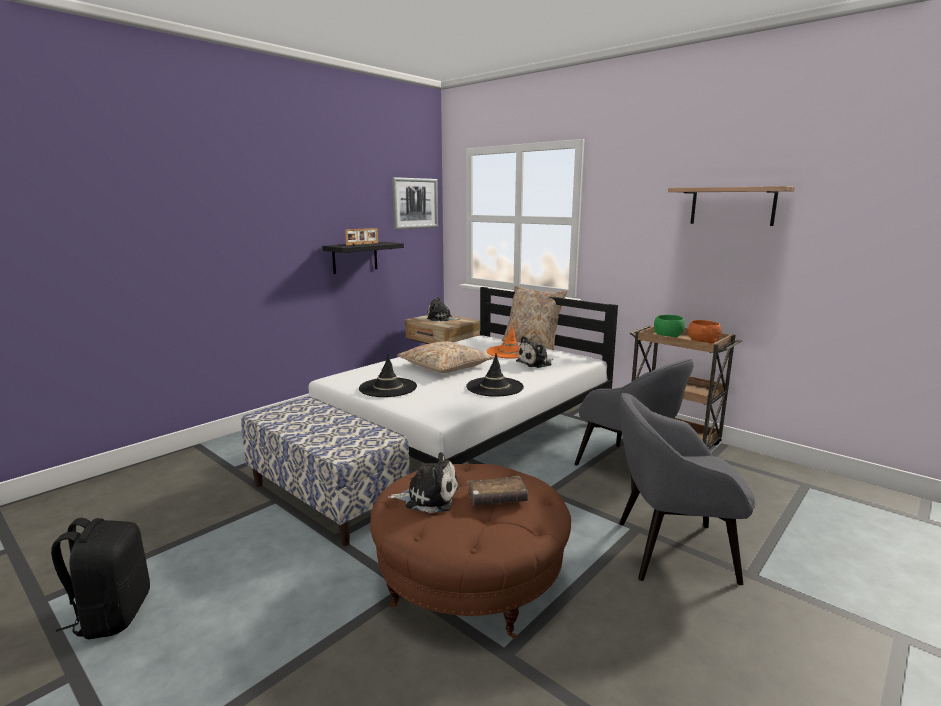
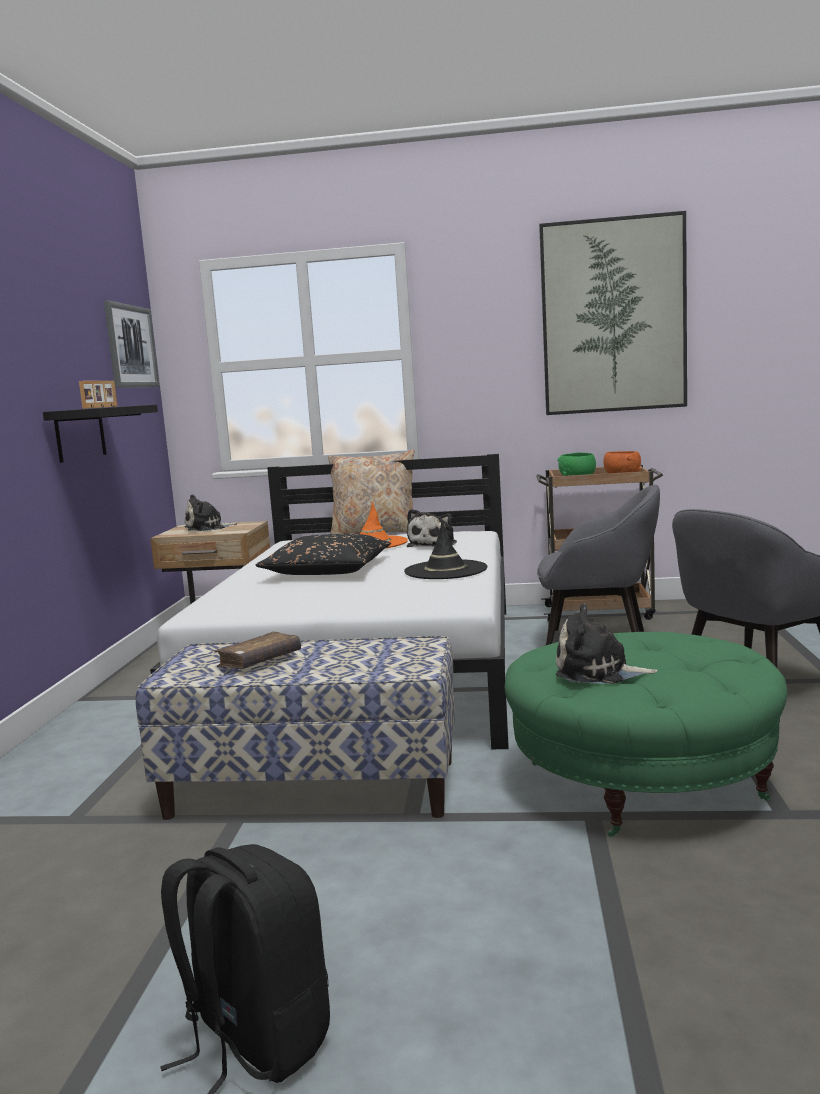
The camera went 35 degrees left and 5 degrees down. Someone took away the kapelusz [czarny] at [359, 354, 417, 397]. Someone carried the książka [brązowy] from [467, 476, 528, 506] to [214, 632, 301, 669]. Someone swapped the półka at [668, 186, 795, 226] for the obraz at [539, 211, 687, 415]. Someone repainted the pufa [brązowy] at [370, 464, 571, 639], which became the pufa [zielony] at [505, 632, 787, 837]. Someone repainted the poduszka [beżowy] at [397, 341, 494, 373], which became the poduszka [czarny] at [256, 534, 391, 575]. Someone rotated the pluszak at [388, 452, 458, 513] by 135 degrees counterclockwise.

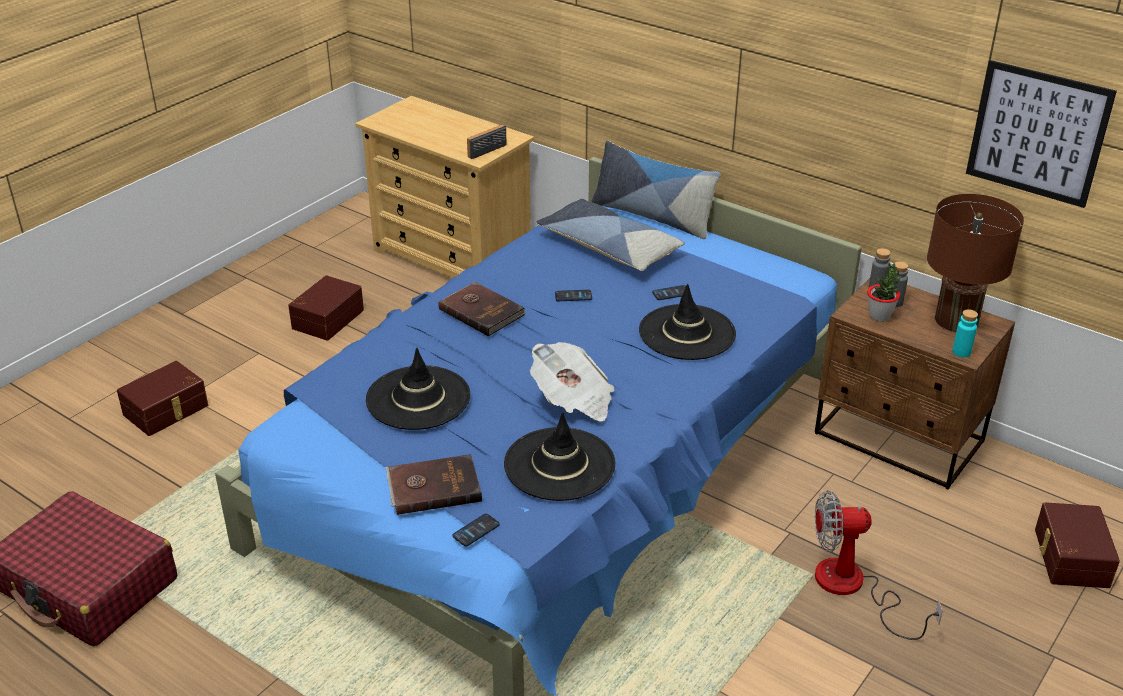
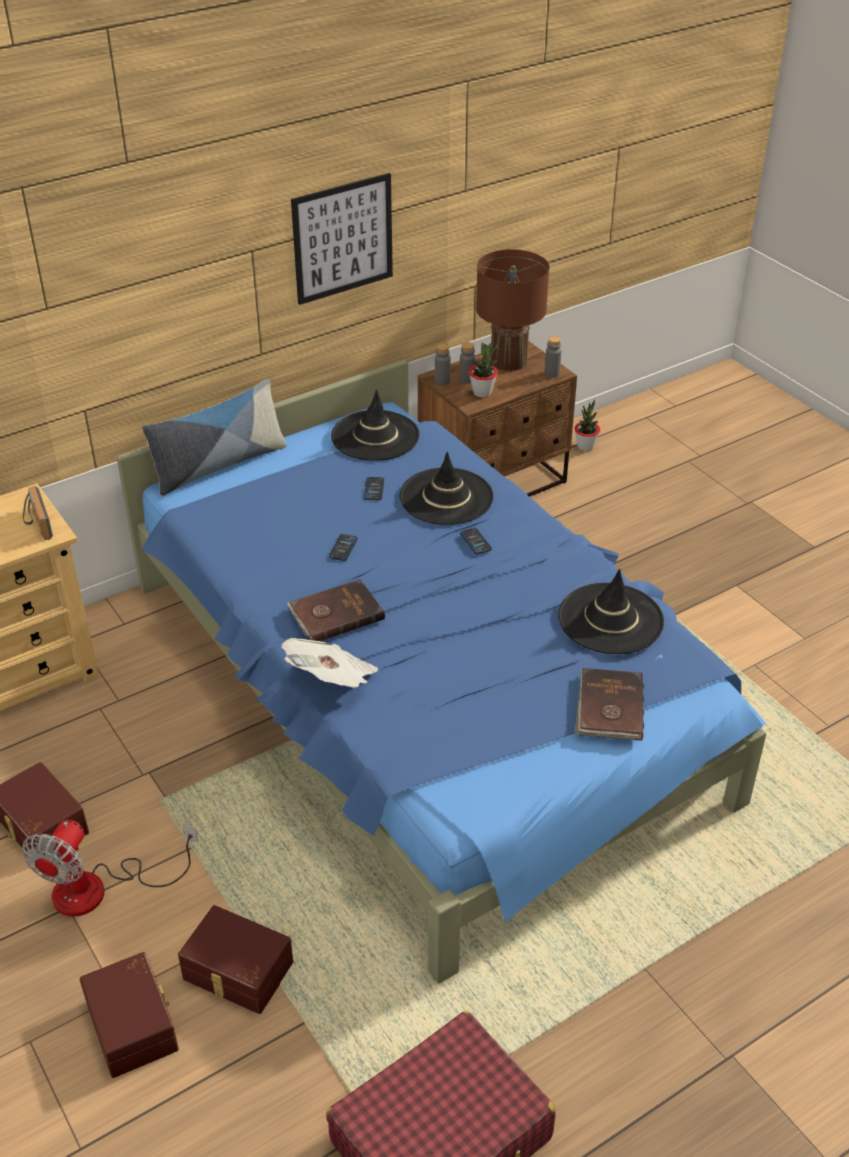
The camera went 70 degrees left and 5 degrees up. Someone took away the poduszka at [536, 199, 685, 271]. Someone put down the roślina doniczkowa at [574, 399, 600, 451]. Someone carried the kapelusz [czarny] from [366, 348, 470, 430] to [331, 389, 419, 461]. Someone carried the telefon from [452, 514, 500, 546] to [460, 528, 492, 554]. Someone carried the gazeta from [530, 342, 615, 421] to [281, 638, 378, 688]. Someone carried the wentylator from [815, 490, 943, 640] to [22, 820, 198, 917]. Someone carried the obraz from [966, 60, 1117, 208] to [291, 173, 393, 305]. Someone carried the pojemnik do przechowywania [brązowy] from [1035, 502, 1120, 588] to [178, 905, 293, 1014]. Someone repainted the butelka [turkusowy] at [952, 309, 978, 357], which became the butelka [szary] at [545, 336, 562, 378].

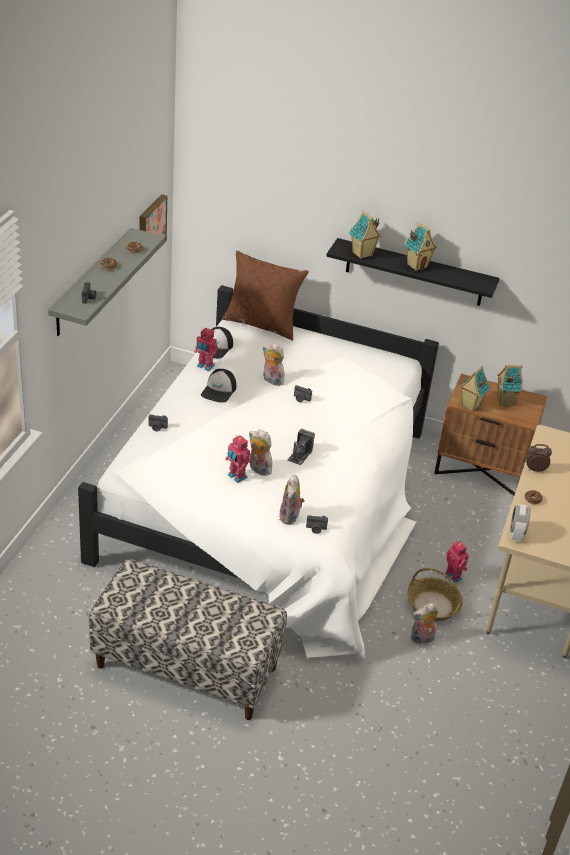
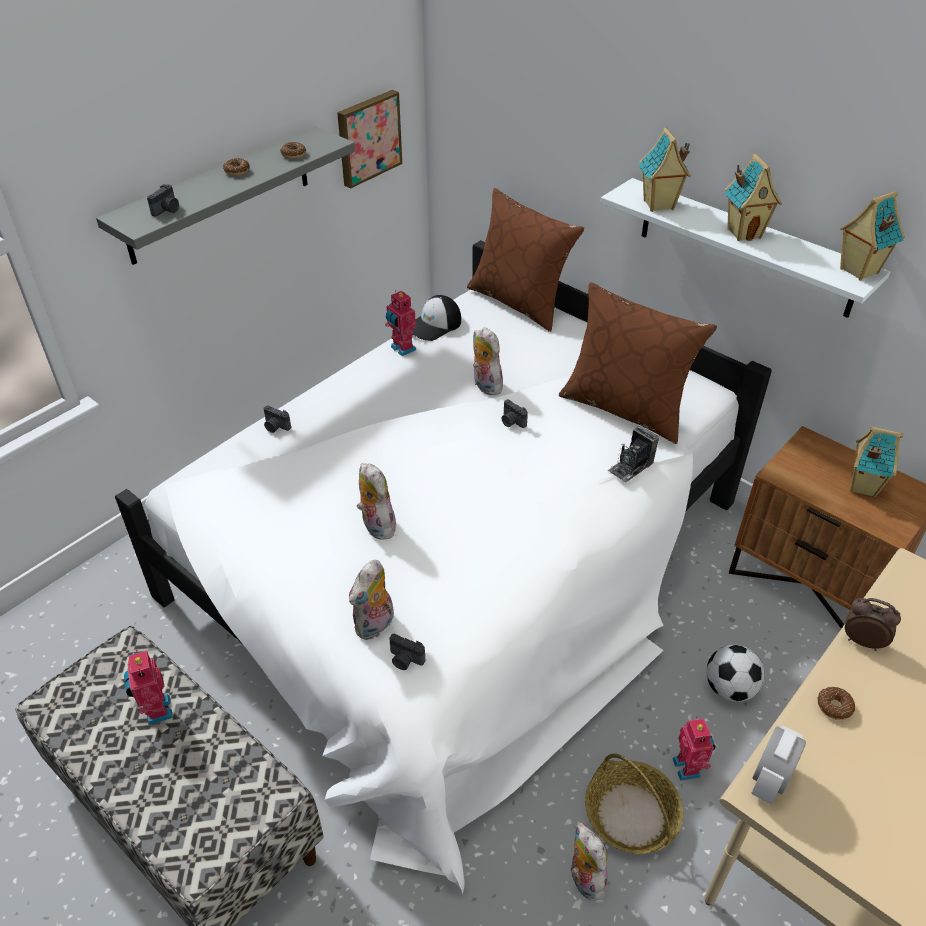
The camera went 25 degrees right and 5 degrees up. Someone took away the czapka z daszkiem at [201, 369, 236, 403]. Someone put down the poduszka [brązowy] at [559, 282, 717, 444]. Someone put down the piłka futbolowa at [706, 645, 765, 702]. Someone carried the robot zabawkowy from [225, 435, 251, 483] to [124, 650, 173, 725]. Someone carried the aparat fotograficzny from [287, 429, 315, 465] to [608, 426, 659, 482]. Someone carried the domek from [459, 366, 491, 411] to [840, 191, 905, 281]. Someone repainted the półka [czarny] at [326, 238, 500, 306], which became the półka [biały] at [600, 178, 890, 318]. Someone rotated the pluszak at [411, 603, 439, 644] by 60 degrees clockwise.

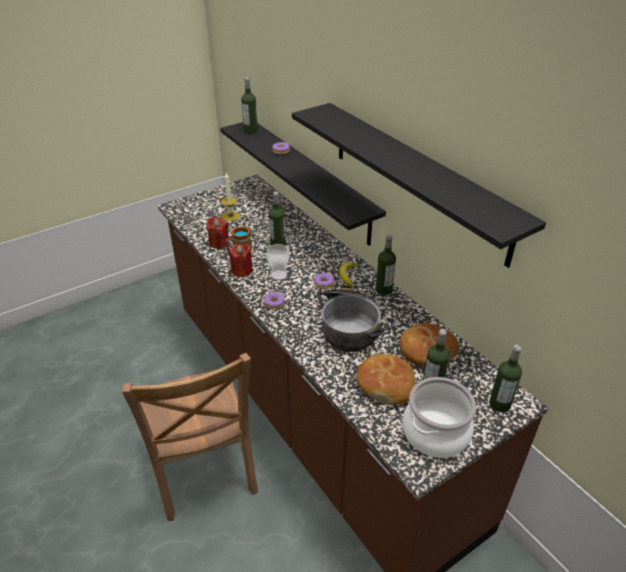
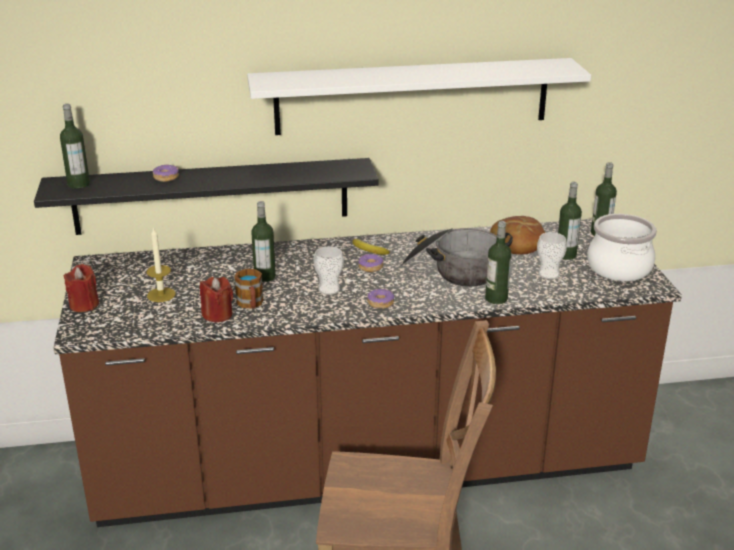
The camera went 65 degrees left and 10 degrees down. Someone carried the świeca [czerwony] from [229, 244, 253, 277] to [64, 264, 99, 312]. Someone carried the butelka from [375, 235, 396, 295] to [485, 221, 511, 304]. Someone swapped the chleb at [356, 354, 416, 405] for the filiżanka at [537, 232, 567, 279]. Someone repainted the półka [czarny] at [292, 103, 546, 268], which became the półka [biały] at [247, 58, 591, 135].

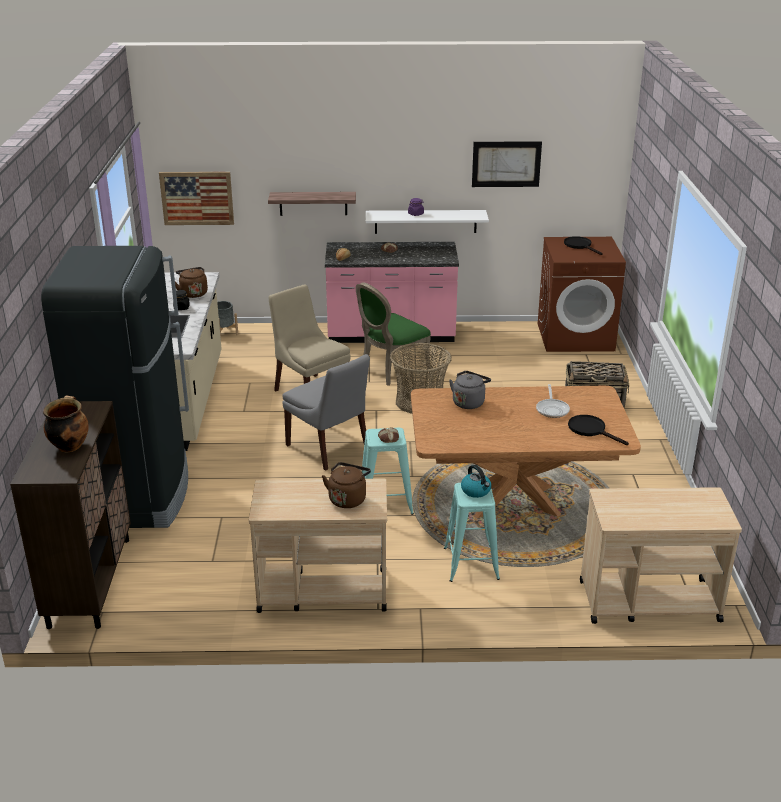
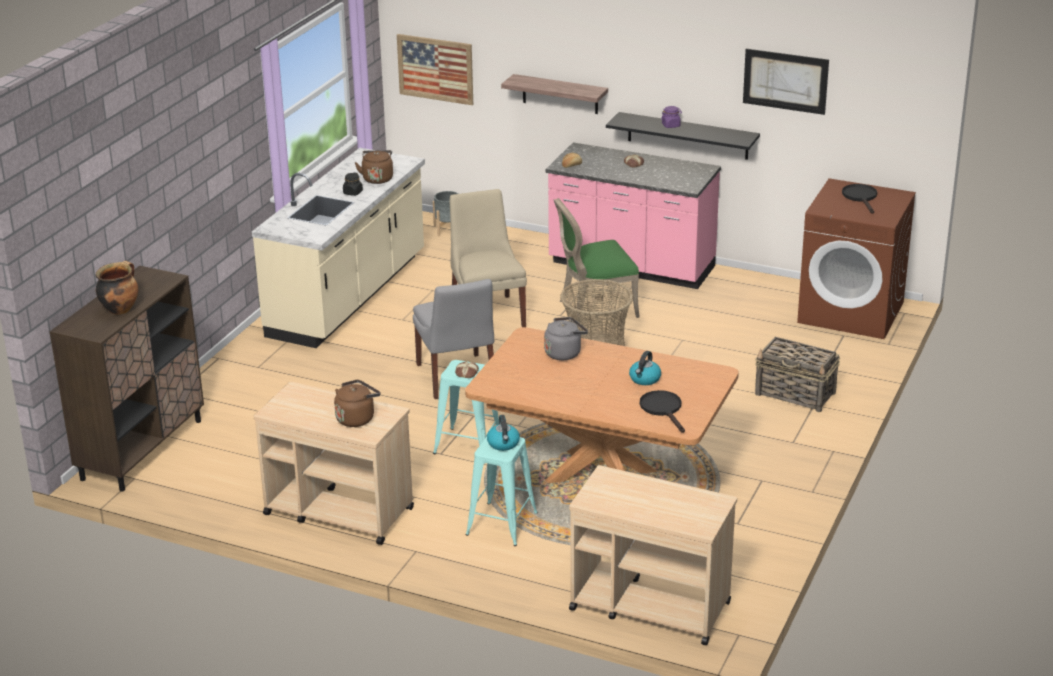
The camera went 25 degrees right and 0 degrees up. Someone took away the lodówka [czarny] at [41, 246, 189, 528]. Someone swapped the patelnia at [536, 384, 570, 418] for the czajnik at [629, 351, 661, 385]. Someone repainted the półka [biały] at [366, 210, 489, 234], which became the półka [czarny] at [606, 112, 760, 160].

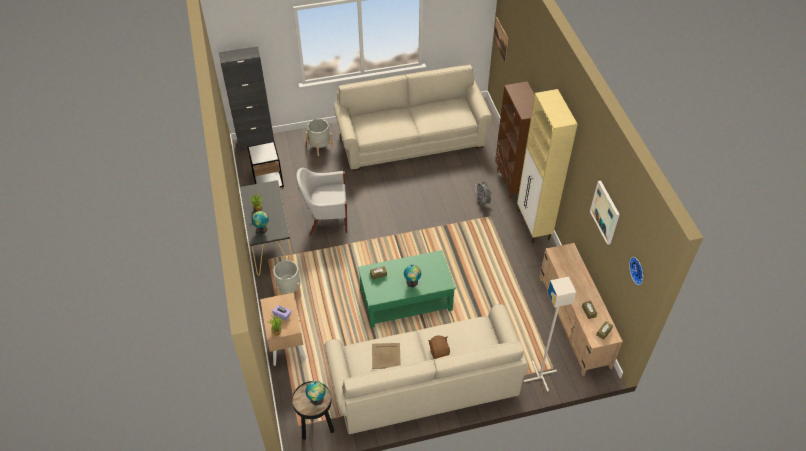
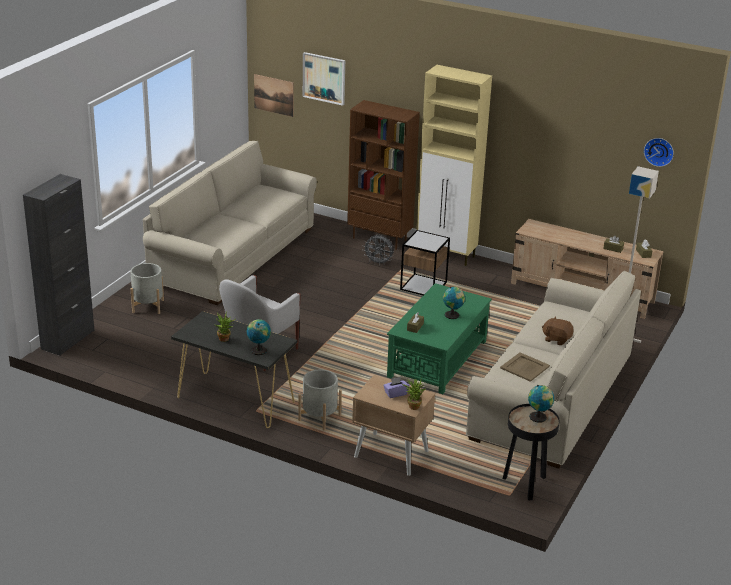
The camera went 50 degrees left and 20 degrees down. Someone carried the stolik from [247, 141, 284, 188] to [400, 230, 450, 295]. Someone carried the obraz from [590, 181, 620, 245] to [303, 52, 345, 106].

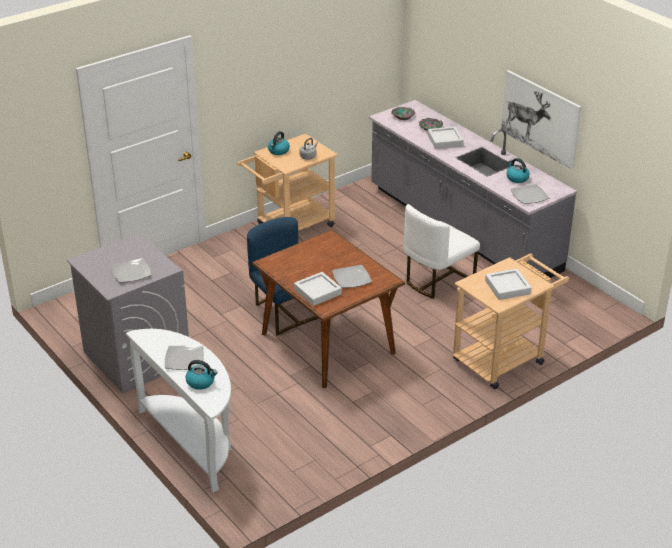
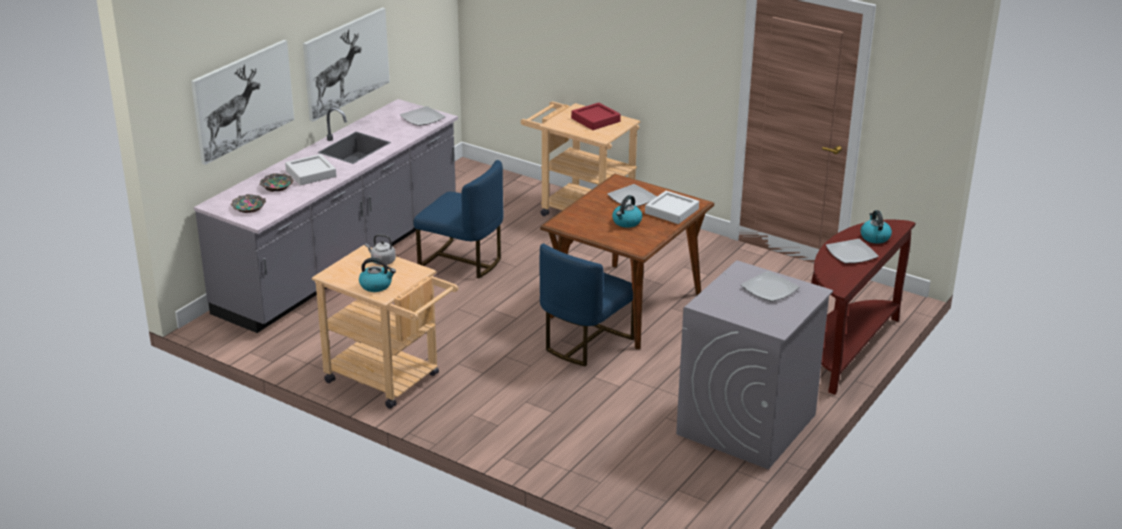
The camera went 110 degrees left and 5 degrees down. Someone put up the obraz at [191, 40, 294, 165]. Someone carried the czajnik from [506, 158, 530, 183] to [612, 195, 642, 228]. Someone repainted the stolik konsolowy [biały] at [126, 329, 232, 493], which became the stolik konsolowy [brązowy] at [811, 219, 915, 395]. Someone repainted the krzesło [biały] at [404, 204, 480, 299], which became the krzesło [niebieski] at [414, 160, 504, 278]. Someone repainted the taca [szary] at [485, 269, 532, 300], which became the taca [czerwony] at [571, 103, 621, 130].

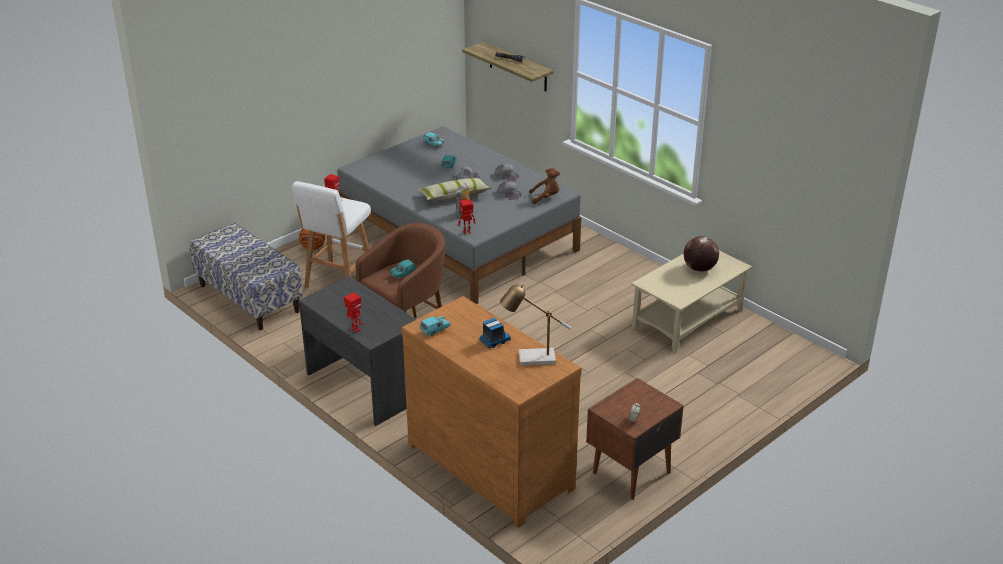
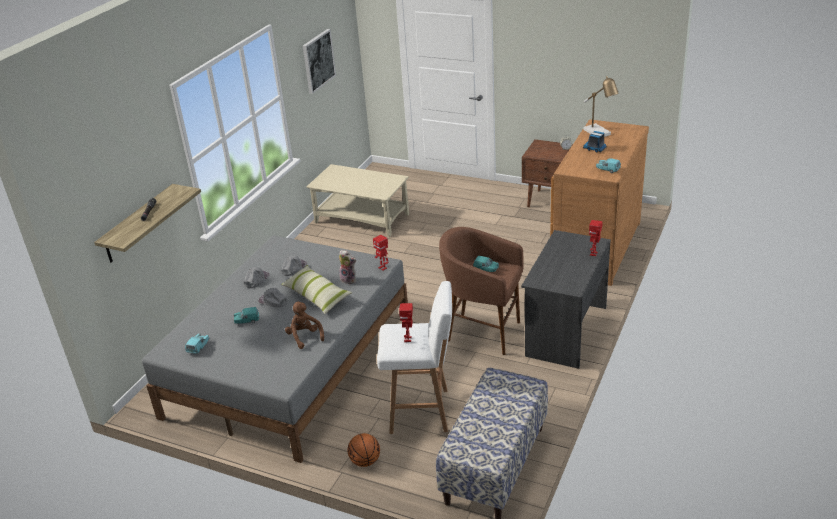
The camera went 110 degrees left and 0 degrees up. Someone took away the globus at [684, 236, 719, 272]. Someone put up the obraz at [303, 29, 336, 94]. Someone carried the pluszak [brązowy] from [529, 168, 560, 204] to [285, 302, 324, 349].

